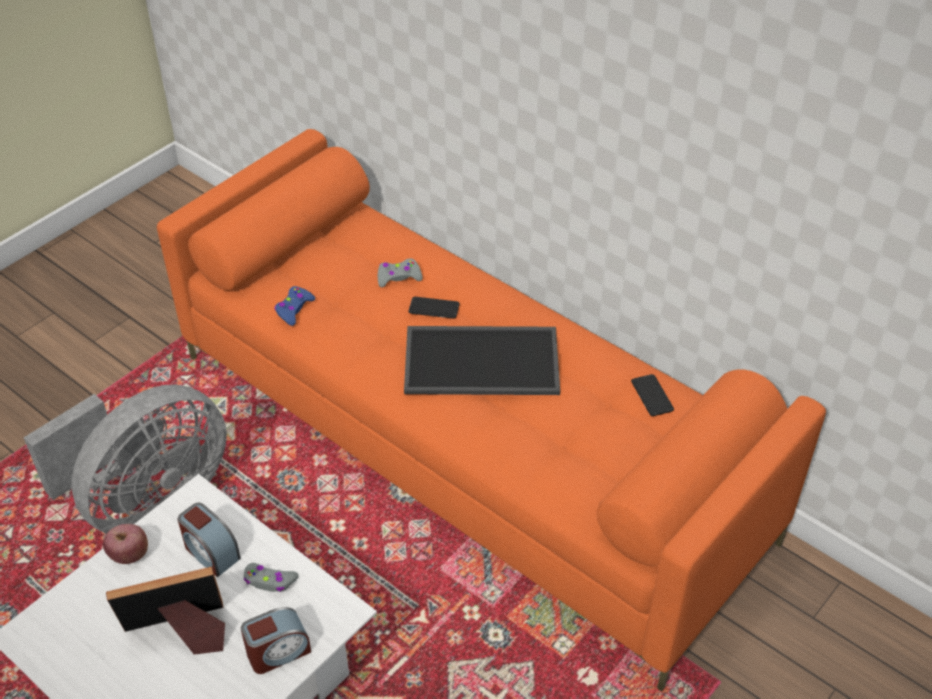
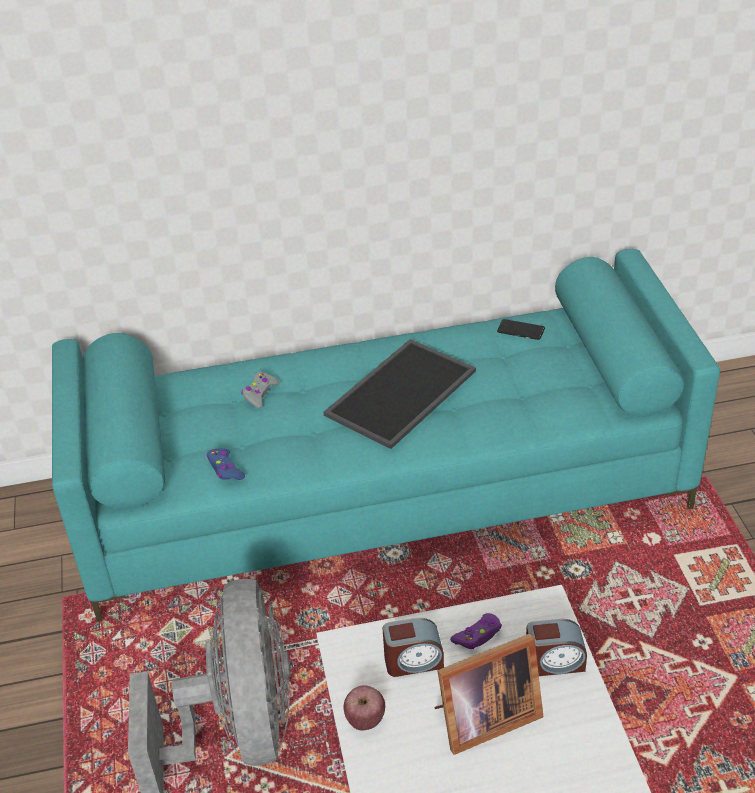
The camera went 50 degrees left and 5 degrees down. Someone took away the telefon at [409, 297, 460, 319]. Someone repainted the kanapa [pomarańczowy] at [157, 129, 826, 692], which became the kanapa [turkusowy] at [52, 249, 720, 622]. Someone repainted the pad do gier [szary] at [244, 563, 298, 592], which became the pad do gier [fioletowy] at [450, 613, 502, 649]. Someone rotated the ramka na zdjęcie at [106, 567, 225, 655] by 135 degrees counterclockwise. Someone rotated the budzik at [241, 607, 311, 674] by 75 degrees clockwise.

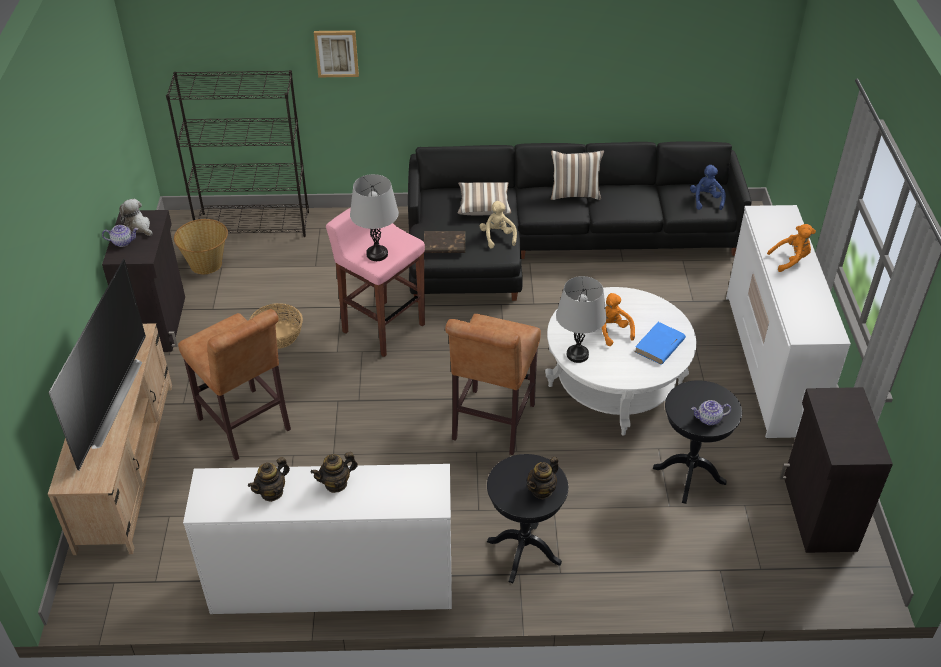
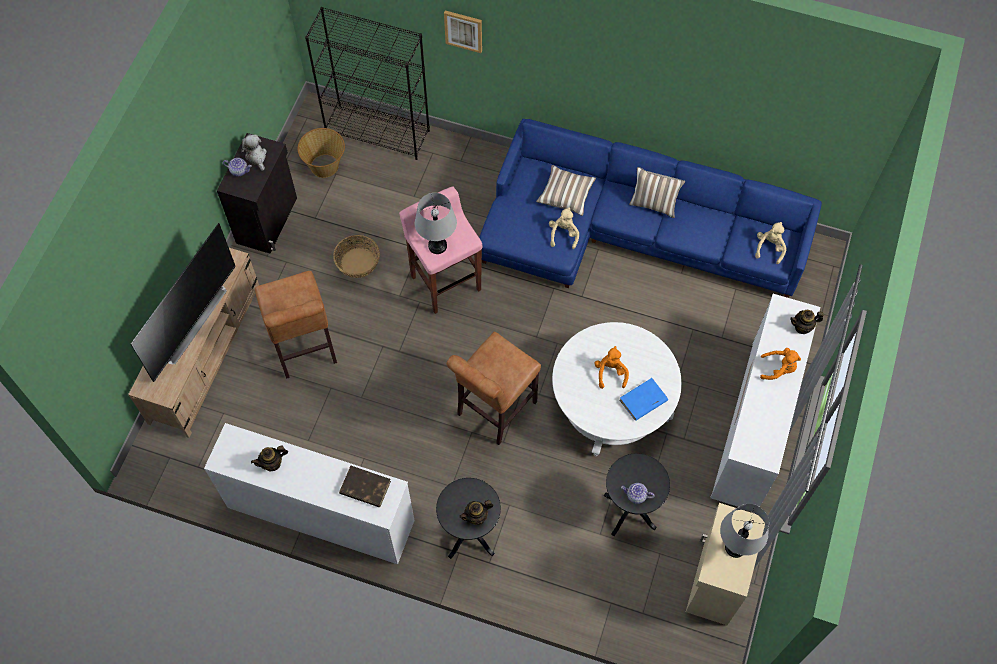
The camera went 20 degrees right and 20 degrees up. Someone carried the imbryk from [311, 452, 358, 493] to [790, 310, 824, 334]. Someone carried the książka [brązowy] from [424, 231, 465, 253] to [339, 466, 391, 508]. Someone carried the lampa stołowa [szary] from [556, 276, 607, 363] to [720, 504, 769, 558]. Someone repainted the kanapa [czarny] at [408, 141, 752, 302], which became the kanapa [niebieski] at [479, 119, 822, 298]. Someone repainted the pluszak [niebieski] at [690, 165, 726, 210], which became the pluszak [beżowy] at [755, 222, 787, 264]. Someone repainted the szafka [czarny] at [780, 387, 893, 553], which became the szafka [beżowy] at [686, 503, 765, 625].

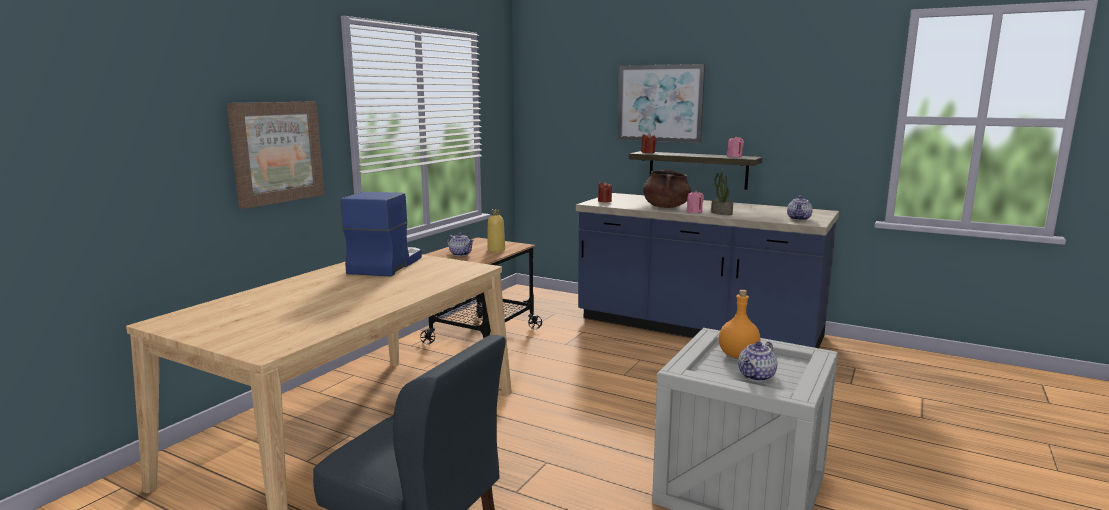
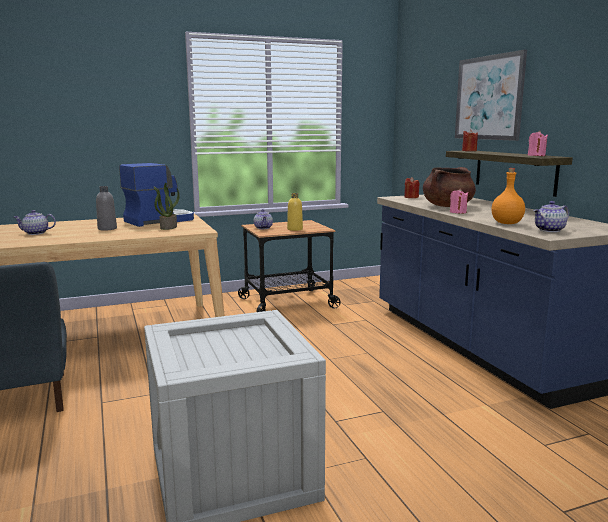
The camera went 40 degrees right and 0 degrees up. Someone took away the obraz at [227, 101, 325, 209]. Someone put down the butelka [szary] at [96, 186, 117, 231]. Someone carried the roślina doniczkowa from [711, 169, 733, 215] to [154, 183, 180, 230]. Someone carried the butelka [pomarańczowy] from [719, 290, 761, 359] to [492, 168, 525, 224]. Someone carried the imbryk from [738, 341, 777, 382] to [14, 210, 56, 235].

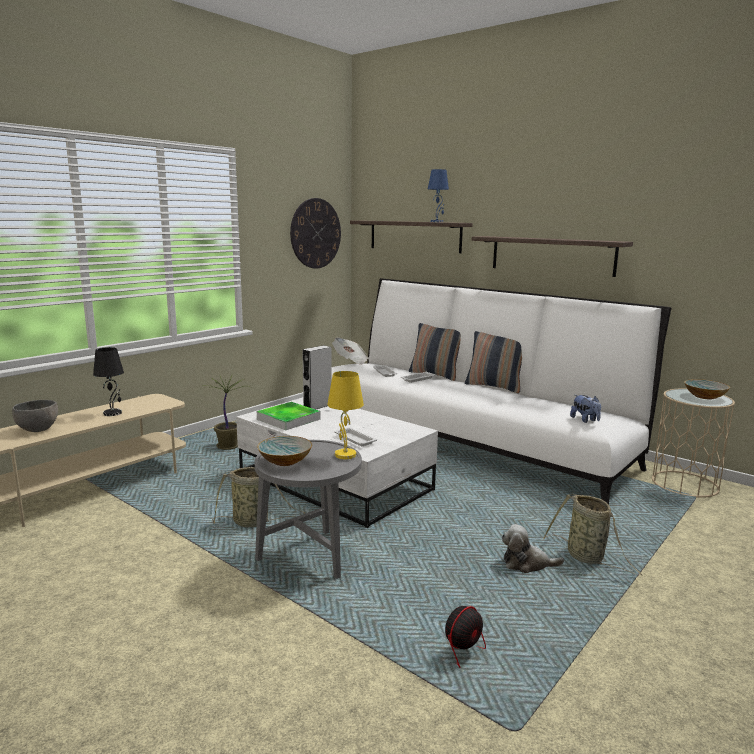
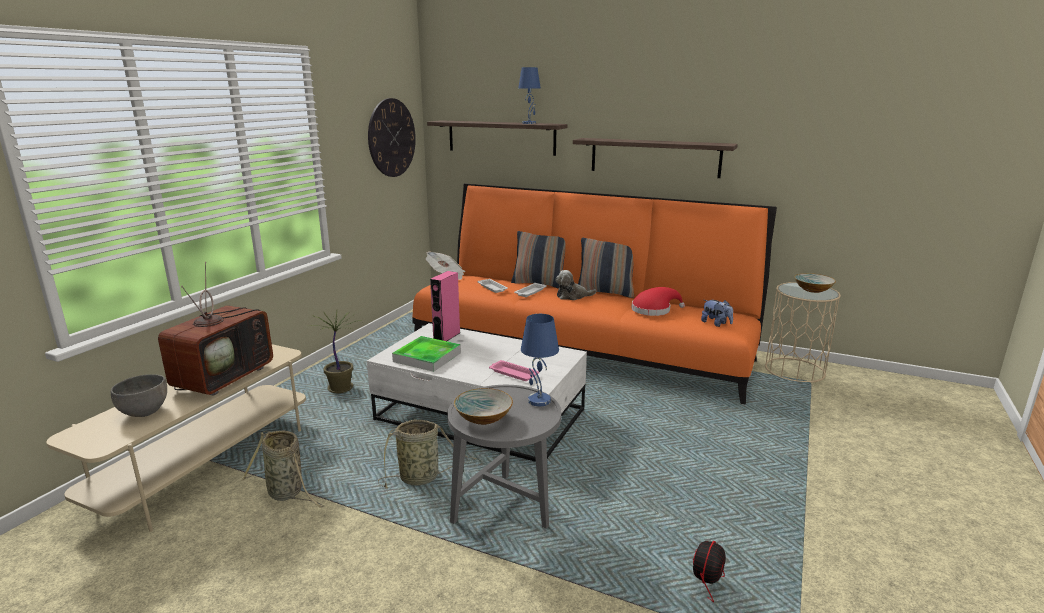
The camera went 15 degrees left and 5 degrees up. Someone put down the kapelusz [czerwony] at [632, 287, 685, 316]. Someone carried the pluszak from [502, 524, 564, 573] to [555, 270, 596, 300]. Someone carried the koszyk from [543, 494, 642, 575] to [242, 431, 325, 507]. Someone swapped the lampa stołowa [czarny] at [93, 347, 124, 416] for the telewizor at [158, 262, 273, 396]. Someone repainted the głośnik [szary] at [302, 345, 332, 409], which became the głośnik [różowy] at [430, 271, 460, 341]. Someone repainted the lampa stołowa [żółty] at [327, 371, 364, 459], which became the lampa stołowa [niebieski] at [521, 314, 559, 406]. Someone repainted the kanapa [biały] at [331, 278, 671, 505], which became the kanapa [pomarańczowy] at [412, 183, 777, 404]. Someone repainted the taca [biały] at [334, 427, 377, 446], which became the taca [różowy] at [489, 360, 540, 381].

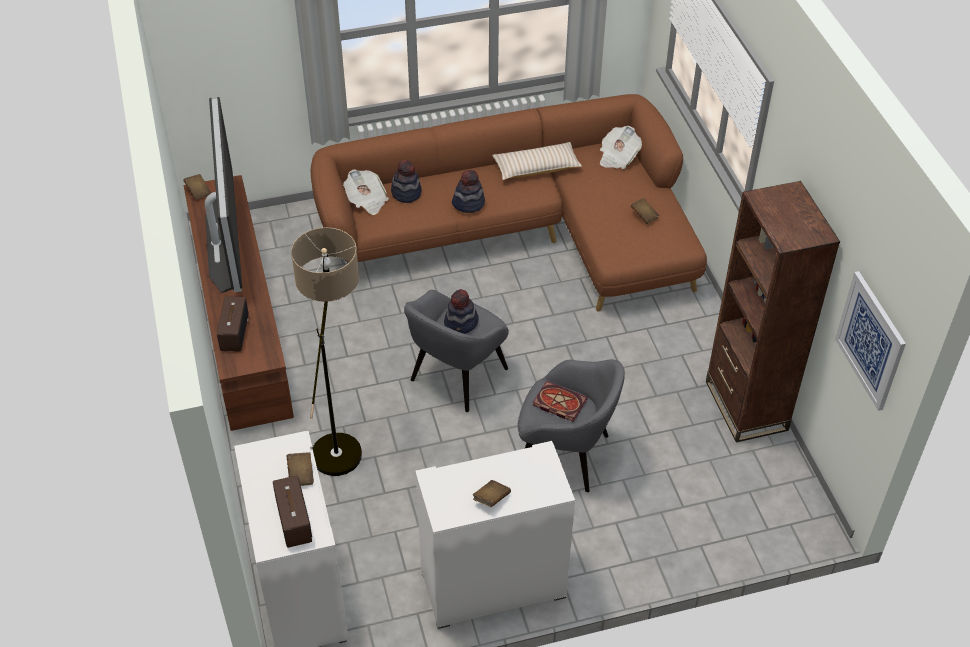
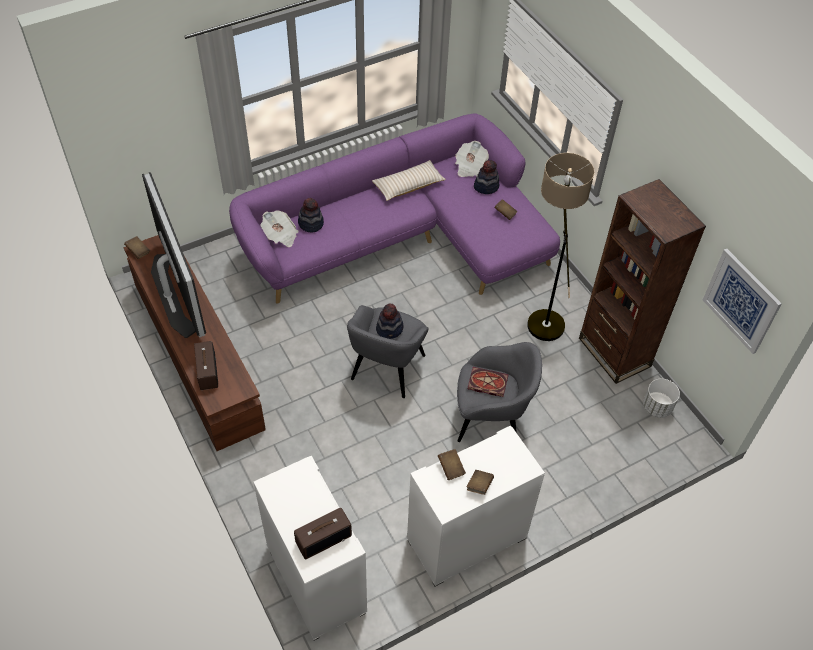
The camera went 15 degrees left and 5 degrees up. Someone put down the donica [biały] at [643, 378, 680, 418]. Someone carried the książka [brązowy] from [286, 452, 314, 486] to [438, 449, 466, 480]. Someone carried the lampa stojąca from [291, 227, 362, 476] to [528, 153, 595, 341]. Someone carried the kapelusz from [452, 170, 485, 213] to [474, 160, 499, 194]. Someone repainted the kanapa [brązowy] at [311, 94, 707, 312], which became the kanapa [fioletowy] at [229, 113, 560, 304]. Someone rotated the radio at [273, 475, 312, 548] by 90 degrees clockwise.

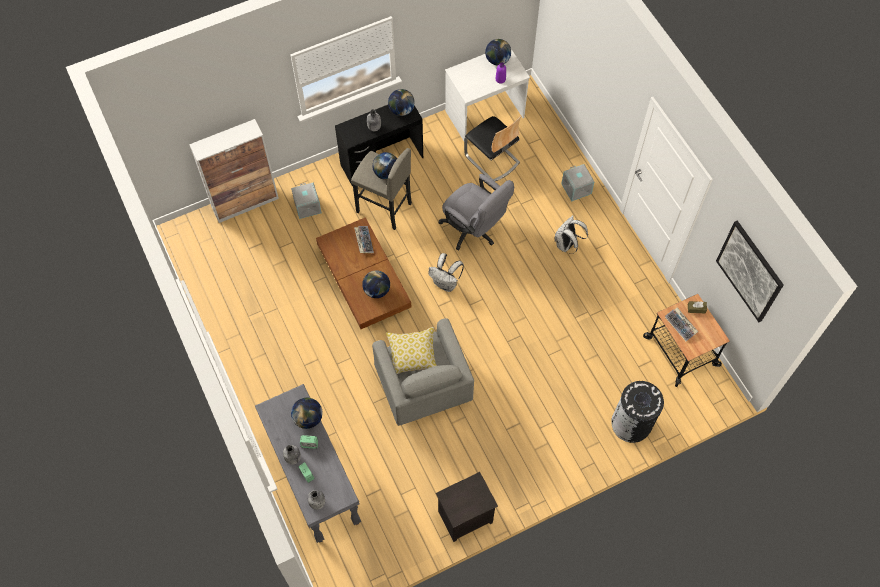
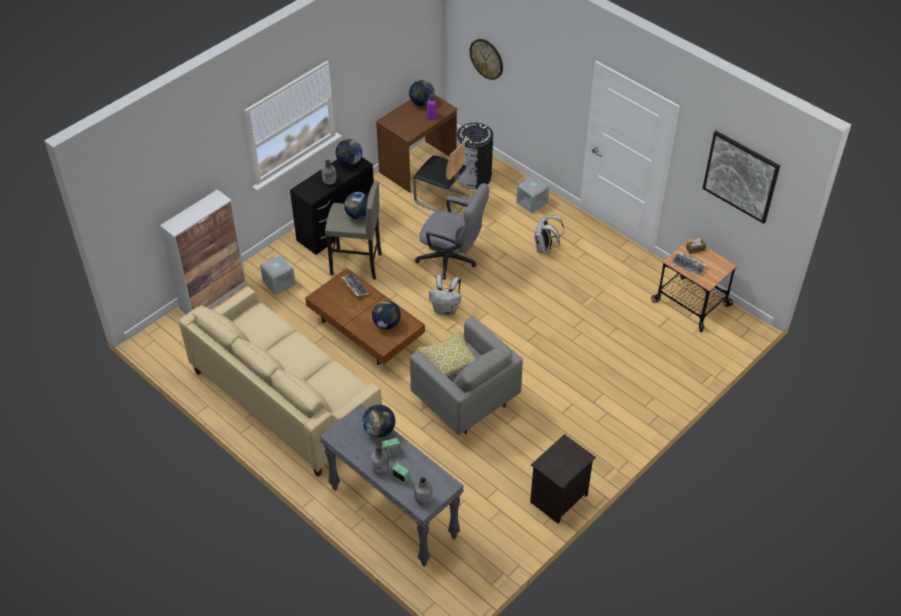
The camera went 20 degrees left and 15 degrees down. Someone put down the kanapa [beżowy] at [179, 286, 382, 477]. Someone put up the zegar ścienny at [470, 39, 503, 80]. Someone carried the kosz na śmieci [czarny] from [611, 381, 664, 443] to [457, 123, 493, 189]. Someone repainted the biurko [biały] at [445, 49, 530, 141], which became the biurko [brązowy] at [376, 94, 458, 193].

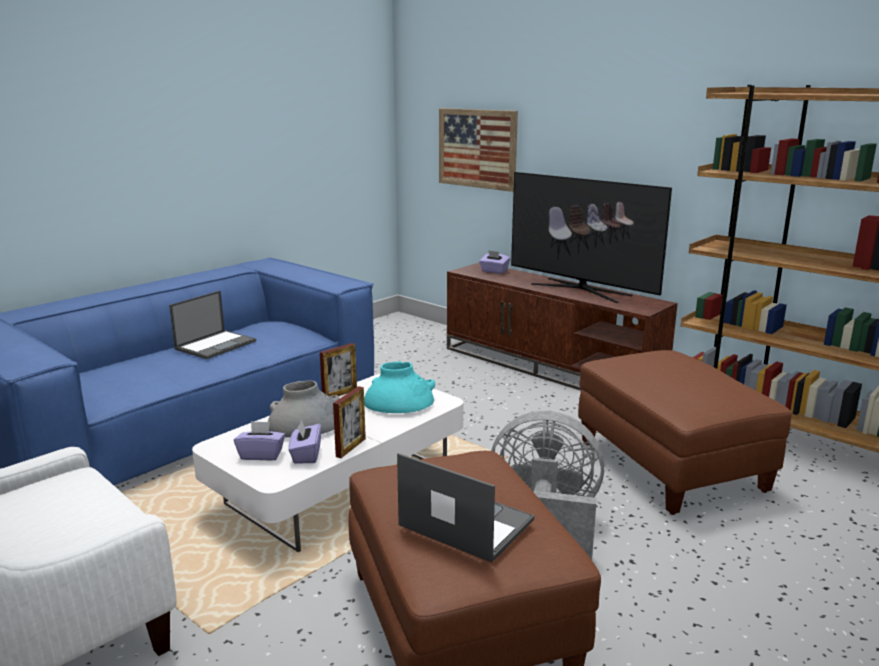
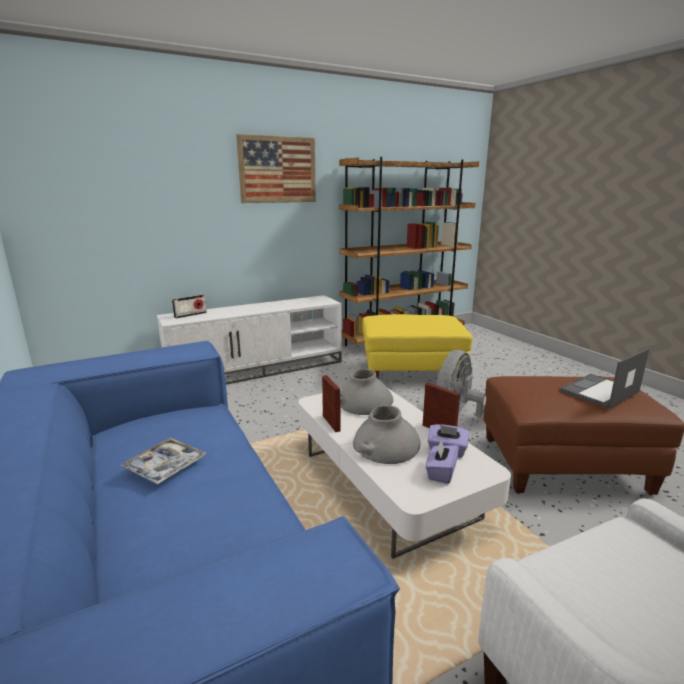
The camera went 70 degrees left and 0 degrees up. Someone took away the telewizor at [511, 172, 672, 303]. Someone carried the obraz from [439, 108, 518, 192] to [236, 134, 316, 203]. Someone swapped the laptop at [169, 291, 256, 359] for the taca at [120, 438, 206, 485]. Someone swapped the pudełko chusteczek [fioletowy] at [479, 250, 510, 274] for the radio at [172, 295, 207, 318]. Someone repainted the wazon [turkusowy] at [364, 361, 435, 413], which became the wazon [szary] at [340, 369, 393, 415]. Someone repainted the szafka pod telewizor [brązowy] at [447, 263, 678, 391], which became the szafka pod telewizor [biały] at [157, 295, 342, 385]. Someone repainted the pufa [brązowy] at [578, 350, 792, 515], which became the pufa [żółty] at [363, 314, 472, 382].

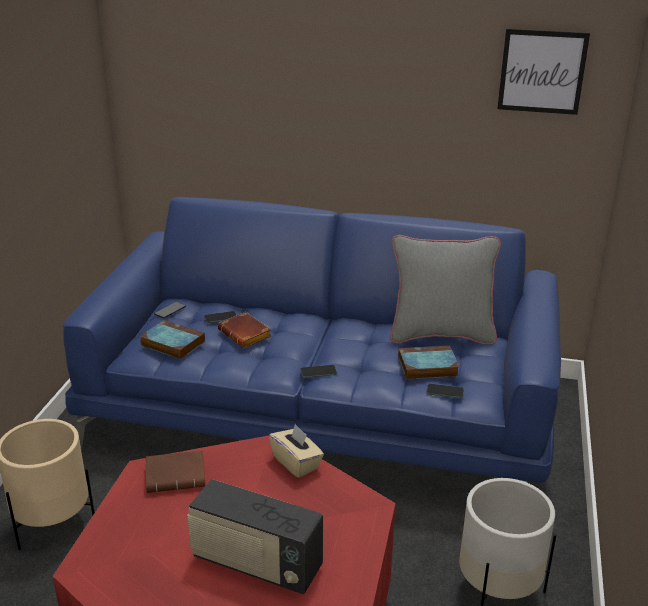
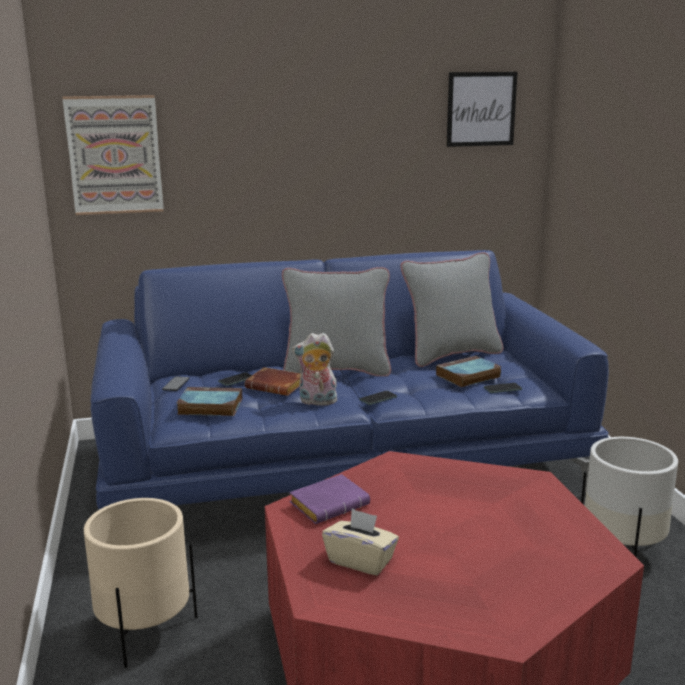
The camera went 25 degrees left and 10 degrees down. Someone took away the radio at [187, 479, 323, 594]. Someone put up the obraz at [62, 95, 164, 215]. Someone put down the poduszka [szary] at [282, 267, 391, 376]. Someone put down the pluszak at [292, 333, 339, 406]. Someone carried the pudełko chusteczek [beżowy] from [269, 424, 324, 478] to [322, 509, 399, 576]. Someone repainted the książka [brązowy] at [146, 450, 206, 493], which became the książka [fioletowy] at [289, 474, 370, 524].

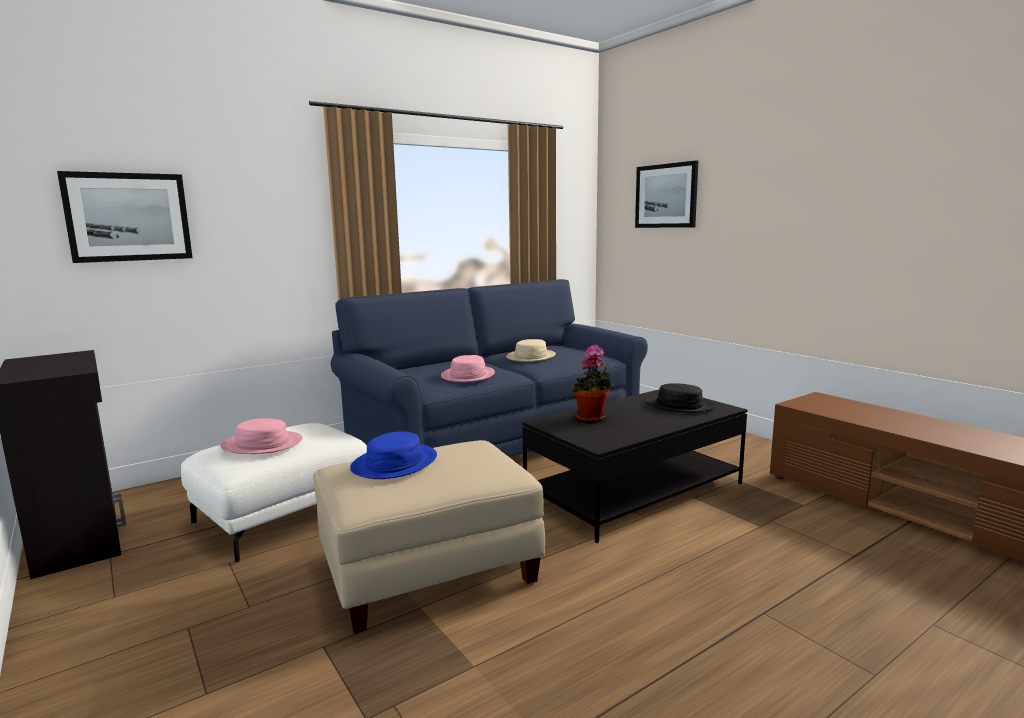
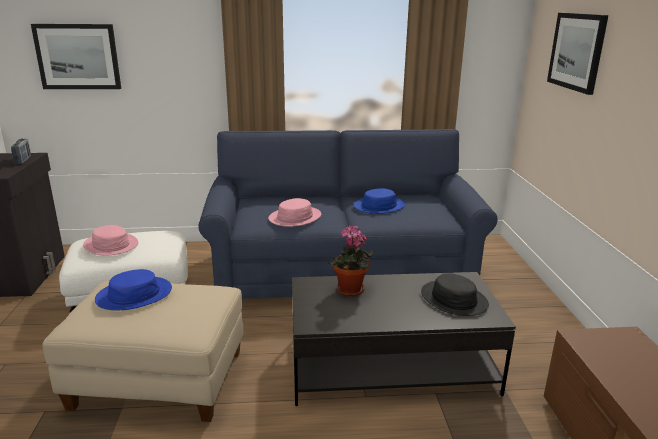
The camera went 30 degrees right and 10 degrees up. Someone put down the radio at [11, 139, 31, 165]. Someone repainted the kapelusz [beżowy] at [506, 339, 556, 362], which became the kapelusz [niebieski] at [354, 188, 405, 214].

